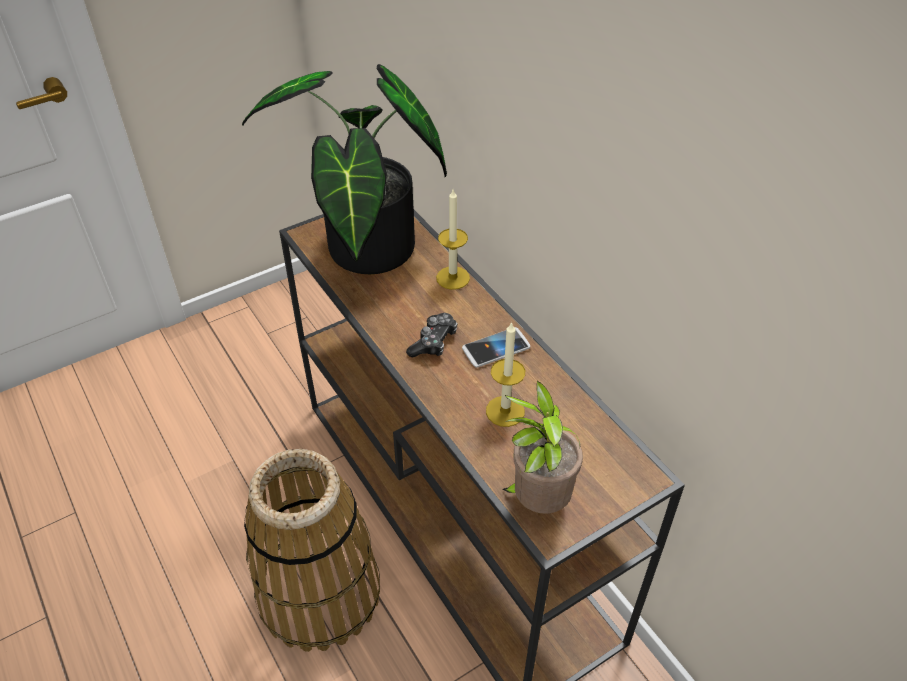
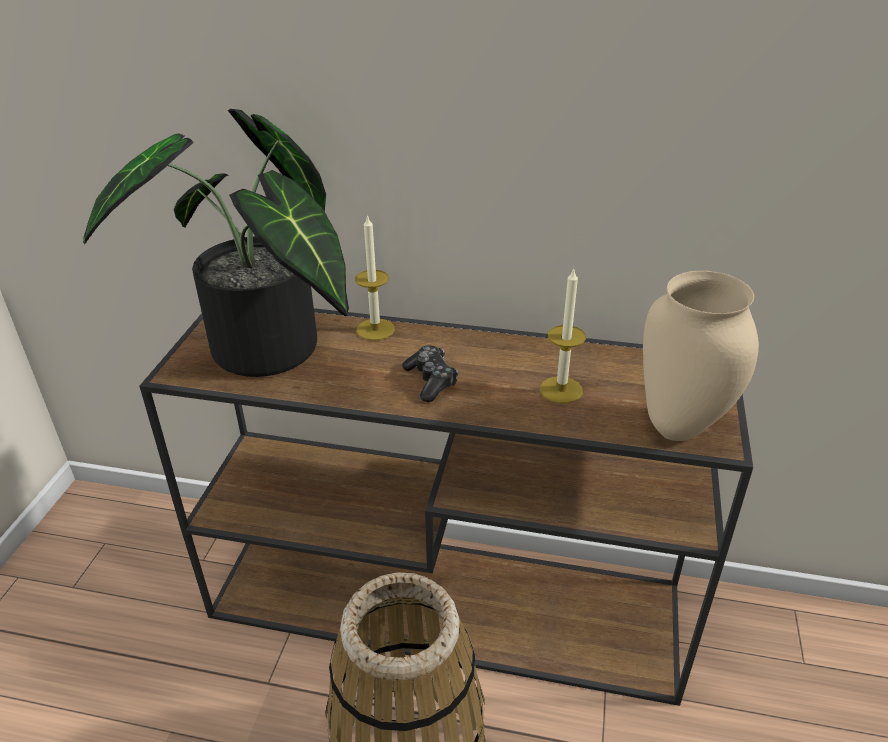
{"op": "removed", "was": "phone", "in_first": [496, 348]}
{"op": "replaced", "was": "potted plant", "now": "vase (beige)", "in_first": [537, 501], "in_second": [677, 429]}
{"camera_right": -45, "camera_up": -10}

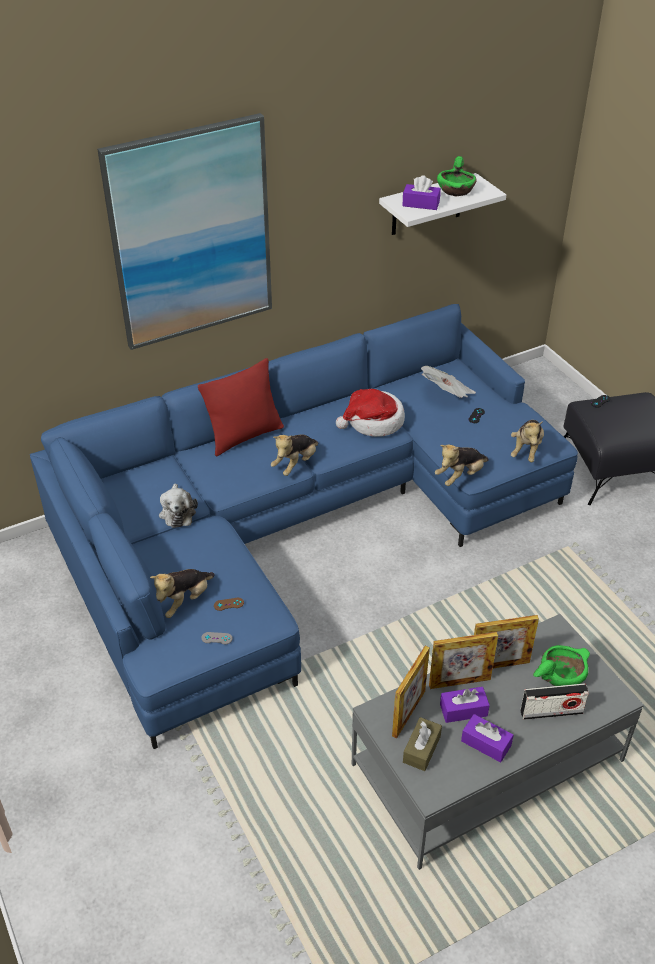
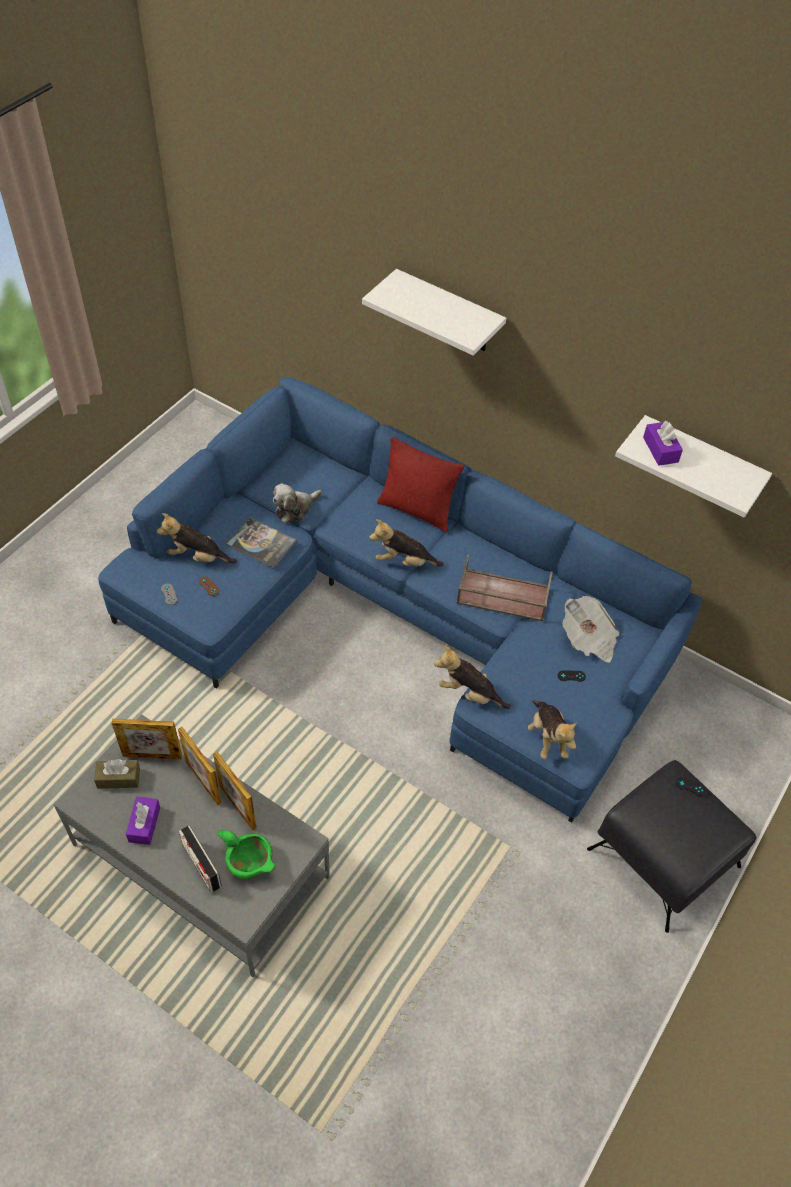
{"op": "removed", "was": "bowl (green)", "in_first": [456, 190]}
{"op": "removed", "was": "tissue box (purple)", "in_first": [463, 710]}
{"op": "added", "now": "book", "in_second": [262, 543]}
{"op": "replaced", "was": "picture", "now": "shelf (white)", "in_first": [191, 234], "in_second": [448, 312]}
{"op": "replaced", "was": "hat", "now": "tray (brown)", "in_first": [373, 422], "in_second": [502, 595]}
{"op": "turned", "was": "plush toy", "in_first": [526, 450], "in_second": [547, 738], "clockwise": -90}
{"camera_right": 60, "camera_up": 10}

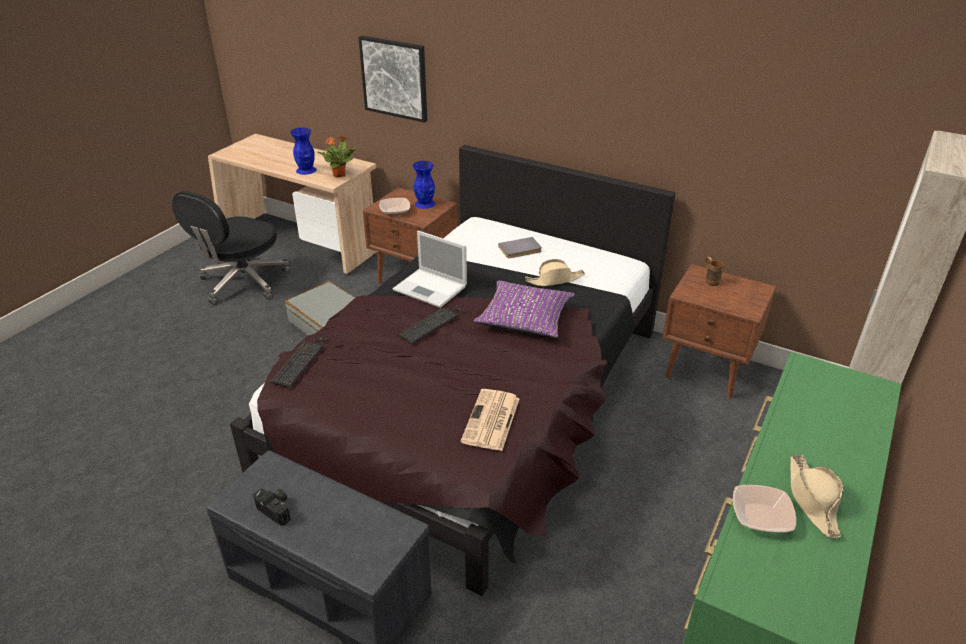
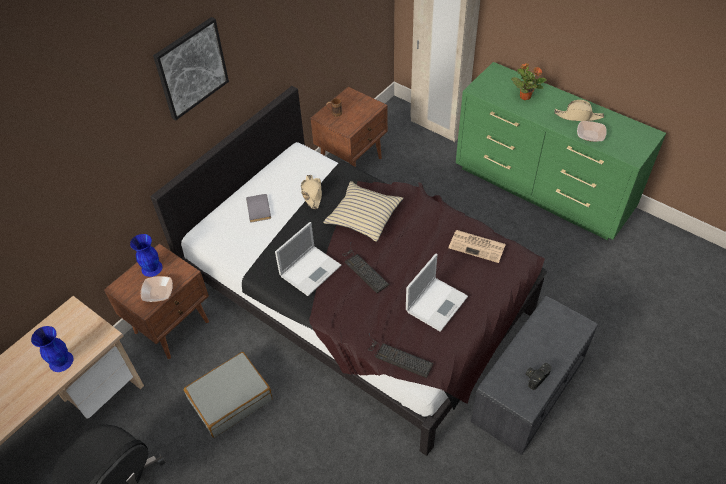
{"op": "added", "now": "laptop", "in_second": [437, 303]}
{"op": "moved", "was": "potted plant", "in_first": [340, 175], "in_second": [525, 96]}
{"op": "moved", "was": "picture", "in_first": [394, 78], "in_second": [191, 68]}
{"op": "recoloured", "was": "pillow (purple)", "now": "pillow (beige)", "in_first": [525, 317], "in_second": [363, 216]}
{"camera_right": -80, "camera_up": 15}

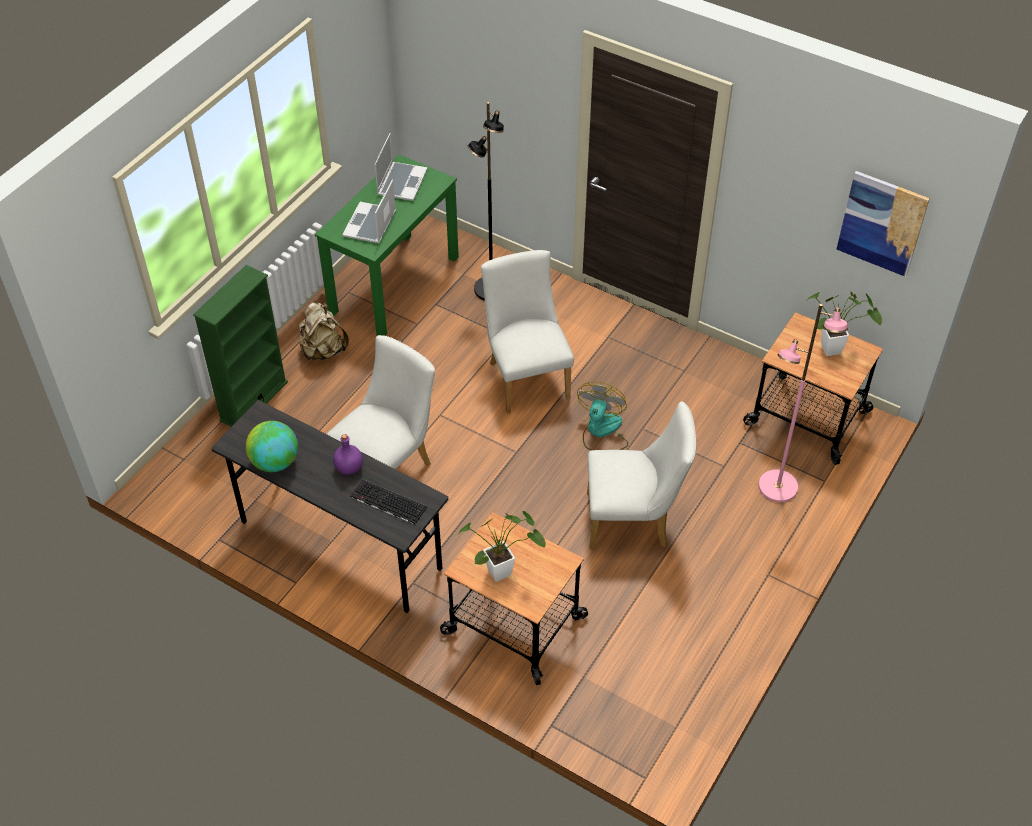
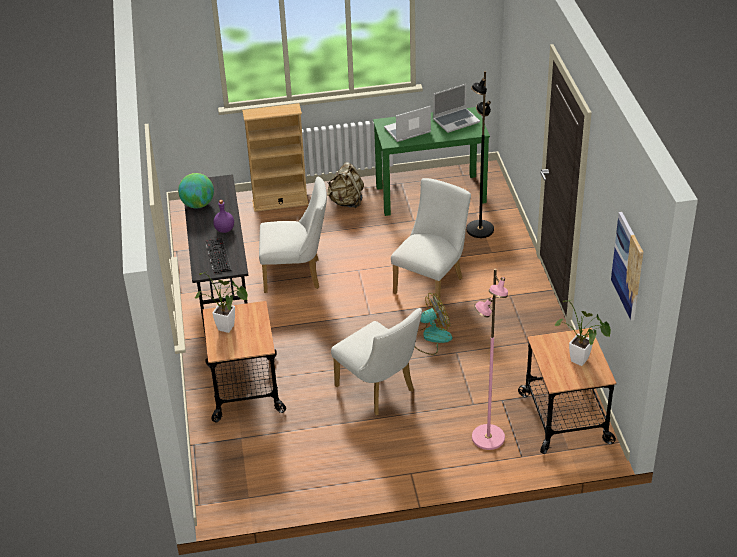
{"op": "recoloured", "was": "bookcase (green)", "now": "bookcase (beige)", "in_first": [253, 401], "in_second": [280, 203]}
{"camera_right": 50, "camera_up": -10}

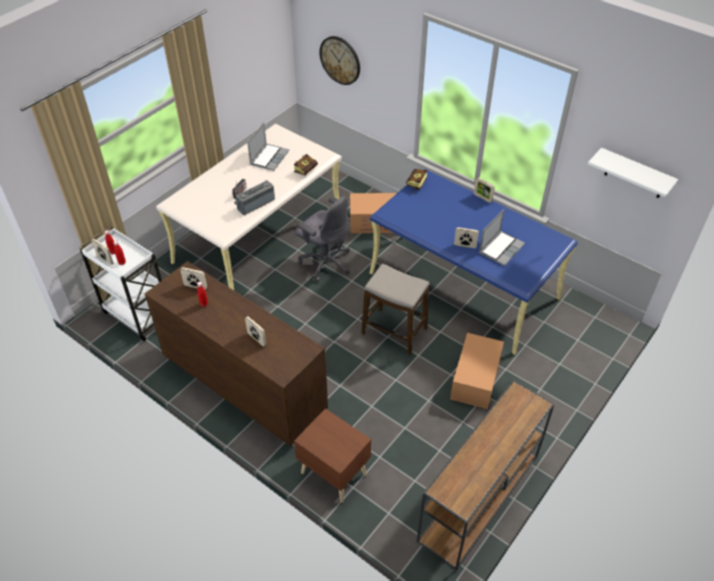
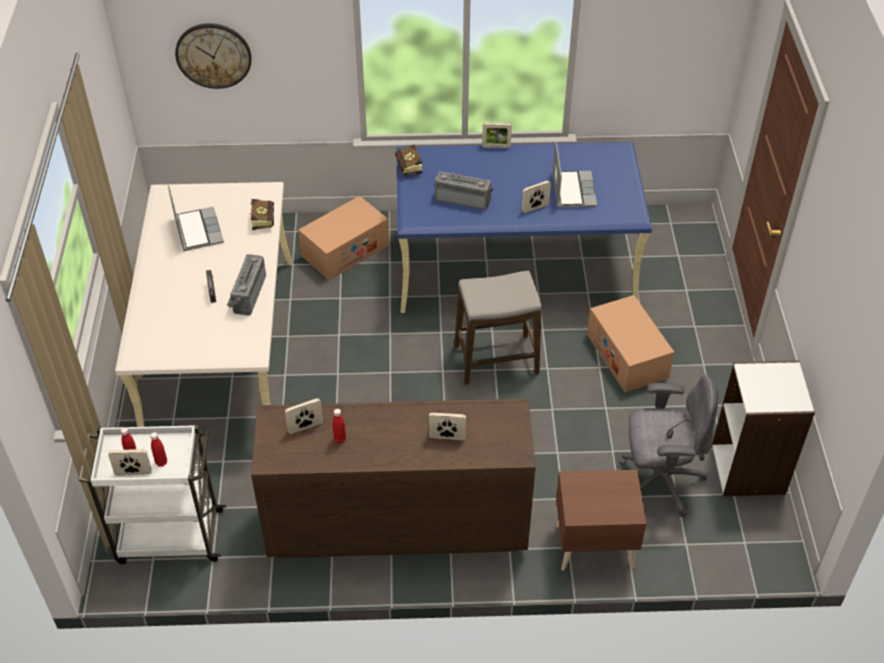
{"op": "removed", "was": "shelf (white)", "in_first": [635, 174]}
{"op": "added", "now": "radio", "in_second": [463, 198]}
{"op": "moved", "was": "office chair (grey)", "in_first": [325, 262], "in_second": [659, 481]}
{"op": "replaced", "was": "console table (brown)", "now": "bookcase (white)", "in_first": [478, 498], "in_second": [749, 469]}
{"camera_right": -40, "camera_up": 0}

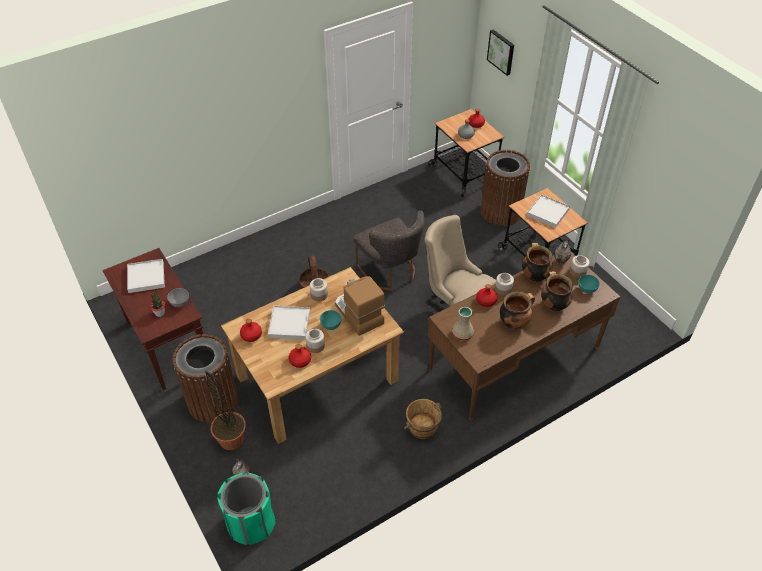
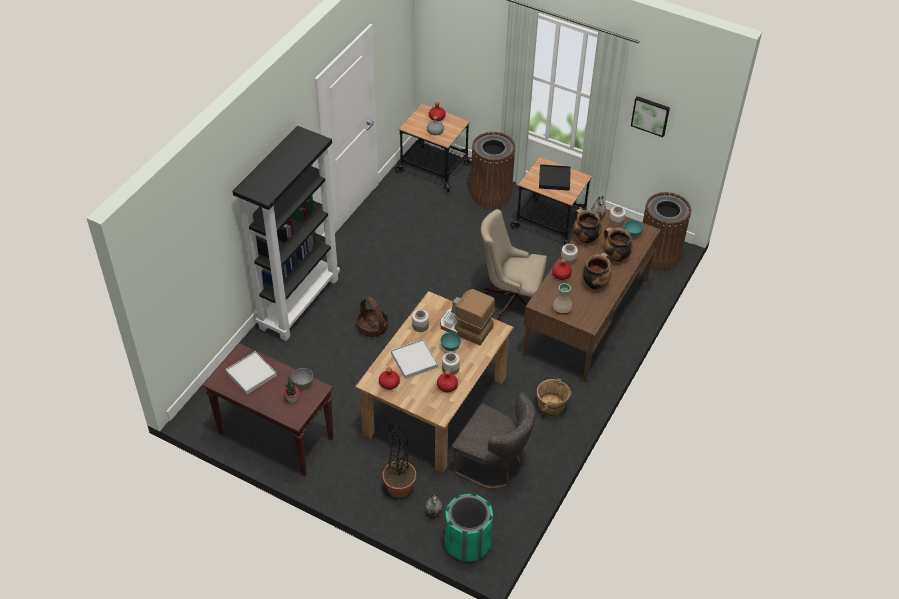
{"op": "added", "now": "bookcase (black)", "in_second": [299, 302]}
{"op": "moved", "was": "trash can (brown)", "in_first": [213, 401], "in_second": [658, 255]}
{"op": "moved", "was": "chair (grey)", "in_first": [390, 272], "in_second": [493, 465]}
{"op": "moved", "was": "picture", "in_first": [501, 52], "in_second": [650, 115]}
{"op": "recoloured", "was": "tray (white)", "now": "tray (black)", "in_first": [548, 212], "in_second": [554, 179]}
{"camera_right": -30, "camera_up": 0}

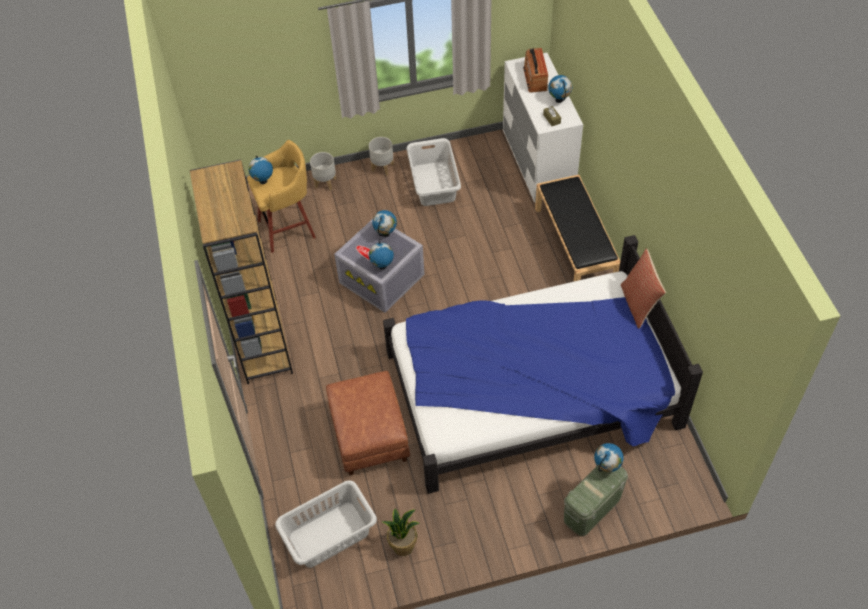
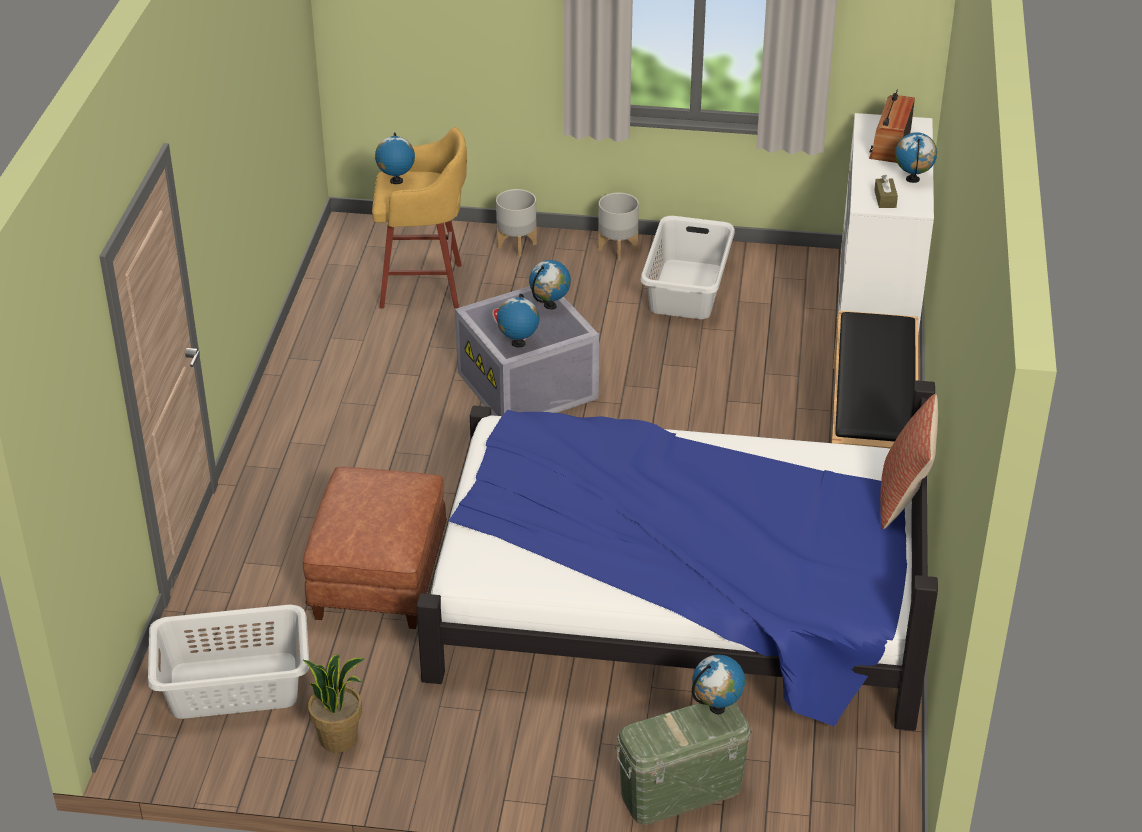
{"op": "removed", "was": "bookcase (brown)", "in_first": [262, 342]}
{"camera_right": 20, "camera_up": -15}

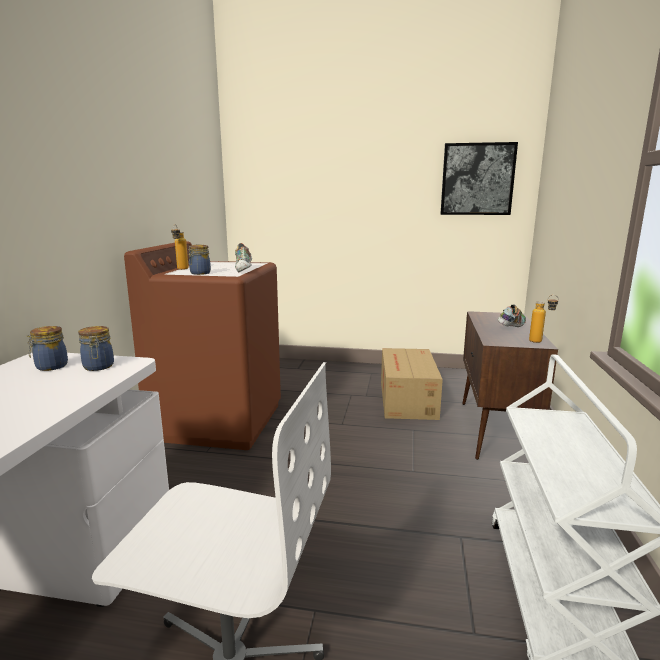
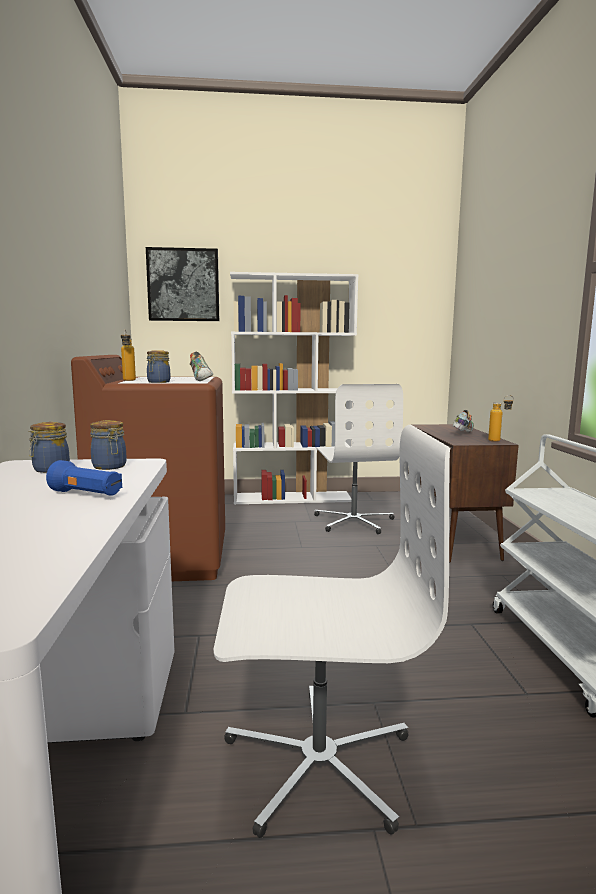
{"op": "added", "now": "flashlight (blue)", "in_second": [86, 494]}
{"op": "added", "now": "bookcase (white)", "in_second": [293, 498]}
{"op": "moved", "was": "picture", "in_first": [477, 179], "in_second": [183, 285]}
{"op": "replaced", "was": "cardboard box", "now": "office chair (white)", "in_first": [407, 400], "in_second": [354, 521]}
{"camera_right": -15, "camera_up": -5}

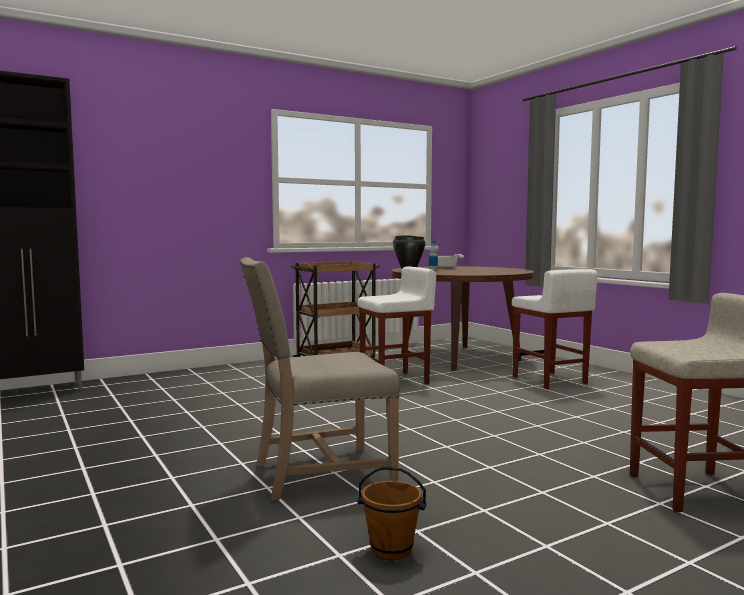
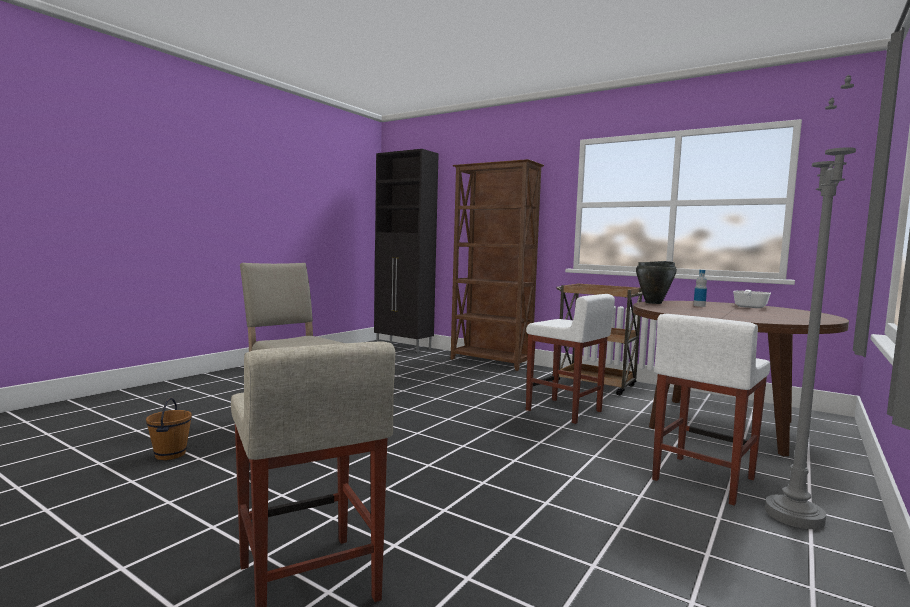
{"op": "added", "now": "bookcase (brown)", "in_second": [490, 362]}
{"op": "added", "now": "floor lamp (grey)", "in_second": [794, 515]}
{"camera_right": 65, "camera_up": 0}

